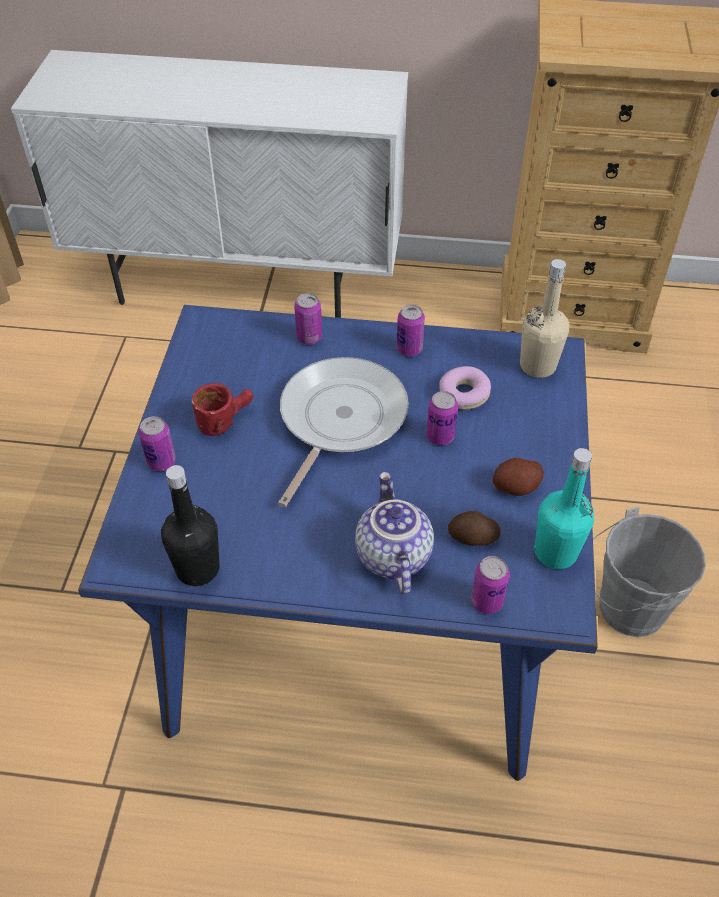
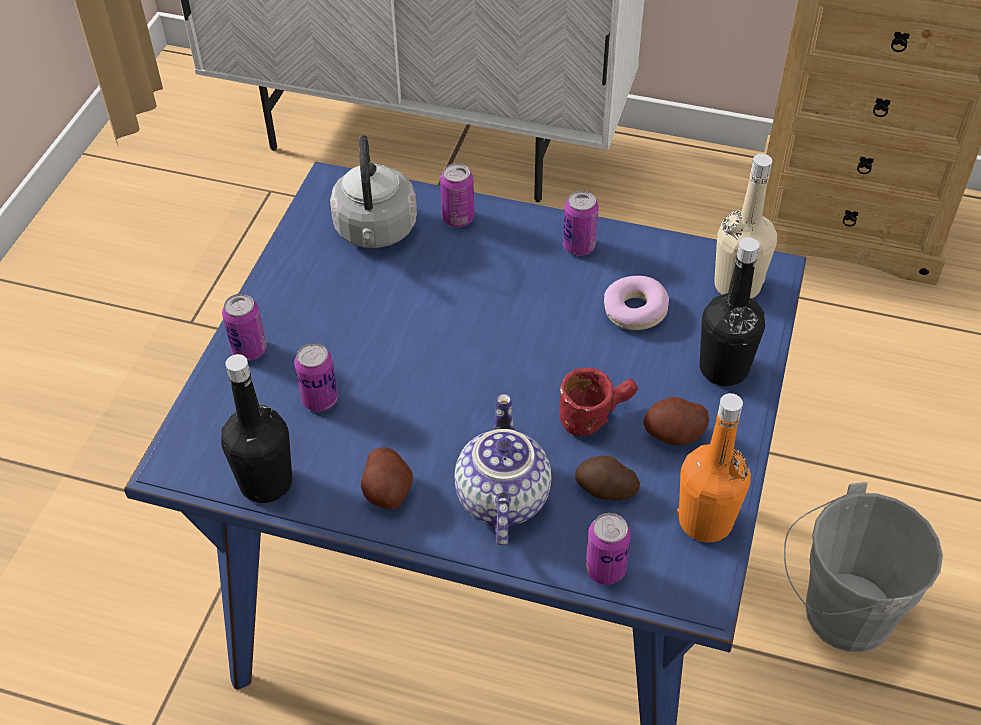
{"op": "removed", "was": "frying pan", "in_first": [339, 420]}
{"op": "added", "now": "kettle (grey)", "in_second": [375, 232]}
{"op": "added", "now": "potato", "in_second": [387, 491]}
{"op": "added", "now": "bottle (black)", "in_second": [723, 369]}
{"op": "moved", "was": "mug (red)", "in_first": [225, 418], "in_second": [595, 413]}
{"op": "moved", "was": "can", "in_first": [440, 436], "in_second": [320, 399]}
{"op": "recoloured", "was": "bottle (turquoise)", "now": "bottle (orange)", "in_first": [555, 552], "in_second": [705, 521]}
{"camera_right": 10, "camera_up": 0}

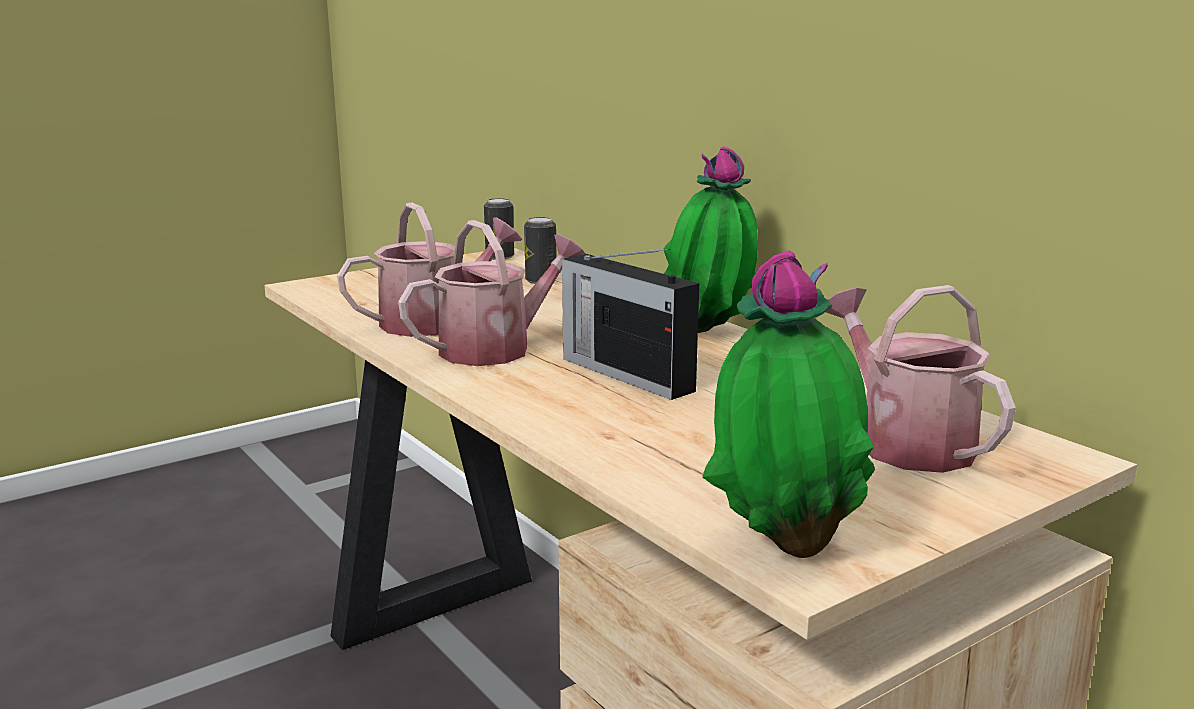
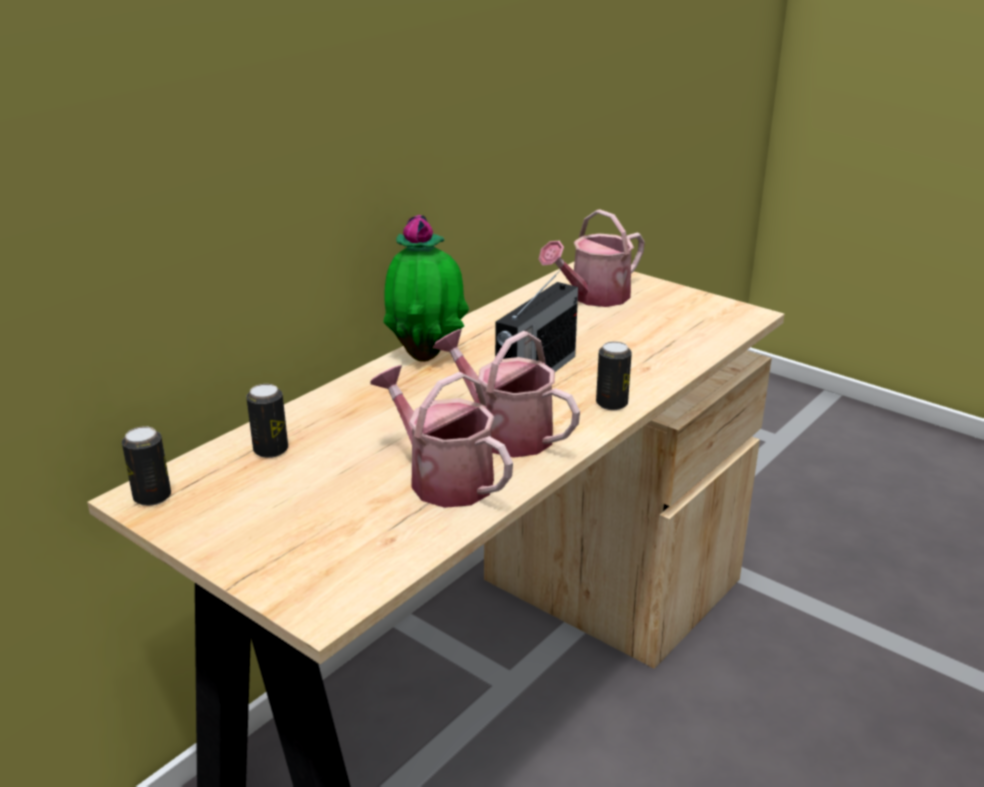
{"op": "removed", "was": "potted plant", "in_first": [784, 546]}
{"op": "added", "now": "can", "in_second": [611, 403]}
{"camera_right": -105, "camera_up": 10}

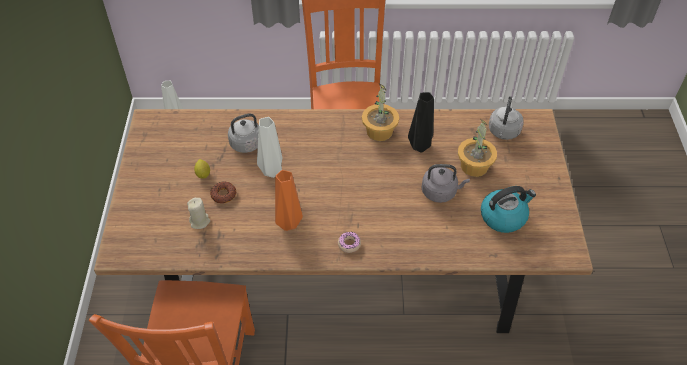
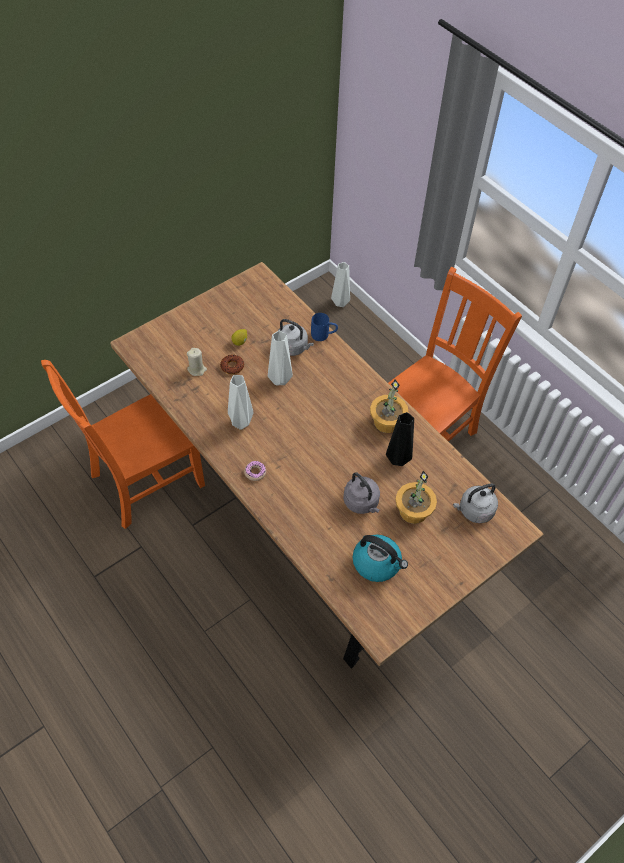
{"op": "added", "now": "mug (blue)", "in_second": [324, 335]}
{"op": "recoloured", "was": "vase (orange)", "now": "vase (white)", "in_first": [289, 223], "in_second": [242, 422]}
{"camera_right": 50, "camera_up": 5}

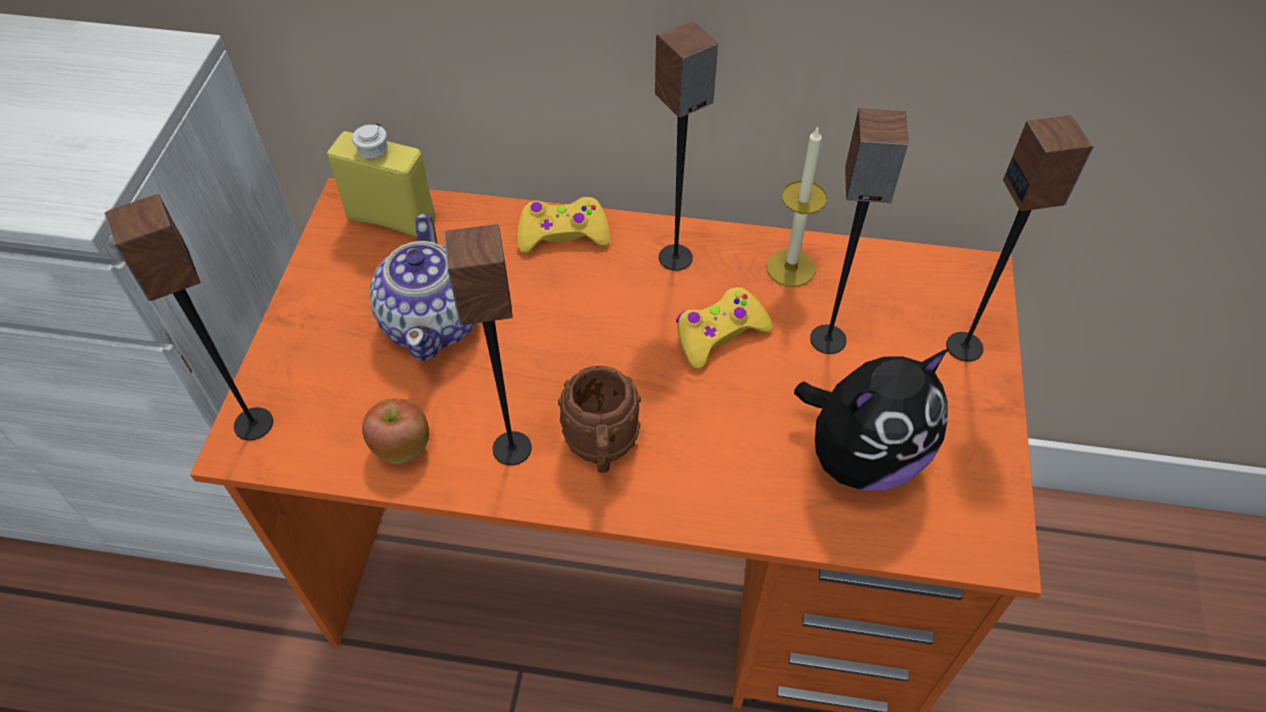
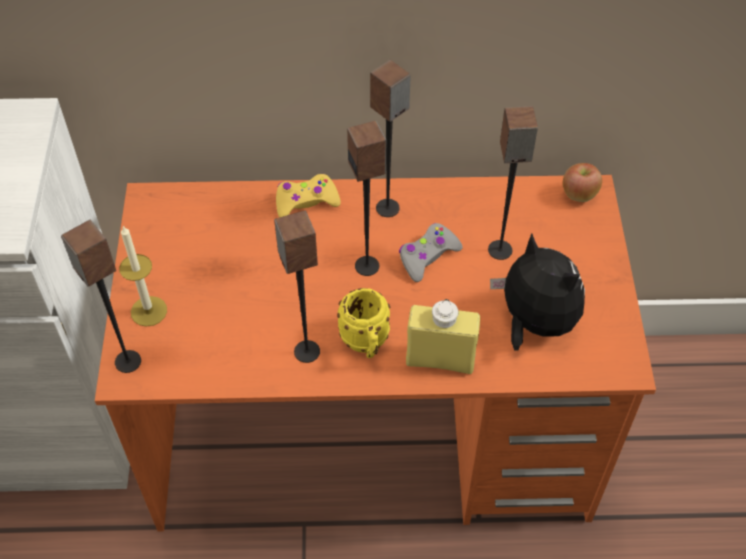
{"op": "removed", "was": "teapot", "in_first": [434, 321]}
{"op": "moved", "was": "bottle (yellow)", "in_first": [391, 218], "in_second": [440, 359]}
{"op": "moved", "was": "apple", "in_first": [402, 447], "in_second": [579, 195]}
{"op": "moved", "was": "candle", "in_first": [790, 268], "in_second": [149, 311]}
{"op": "moved", "was": "speaker", "in_first": [965, 347], "in_second": [367, 266]}
{"op": "recoloured", "was": "mug (brown)", "now": "mug (yellow)", "in_first": [602, 450], "in_second": [366, 343]}
{"op": "recoloured", "was": "game controller (yellow)", "now": "game controller (grey)", "in_first": [719, 334], "in_second": [427, 256]}
{"op": "turned", "was": "plush toy", "in_first": [861, 456], "in_second": [534, 323], "clockwise": -90}
{"camera_right": -10, "camera_up": 0}

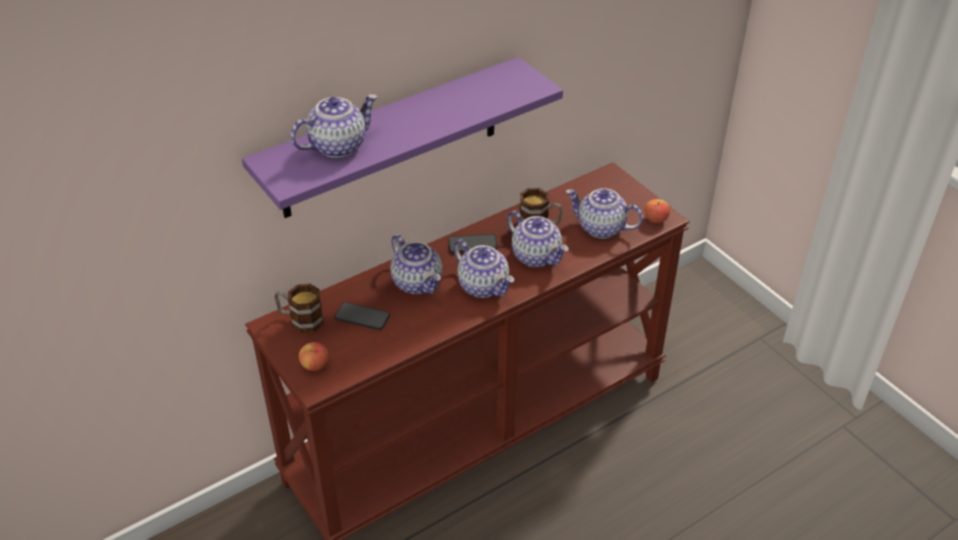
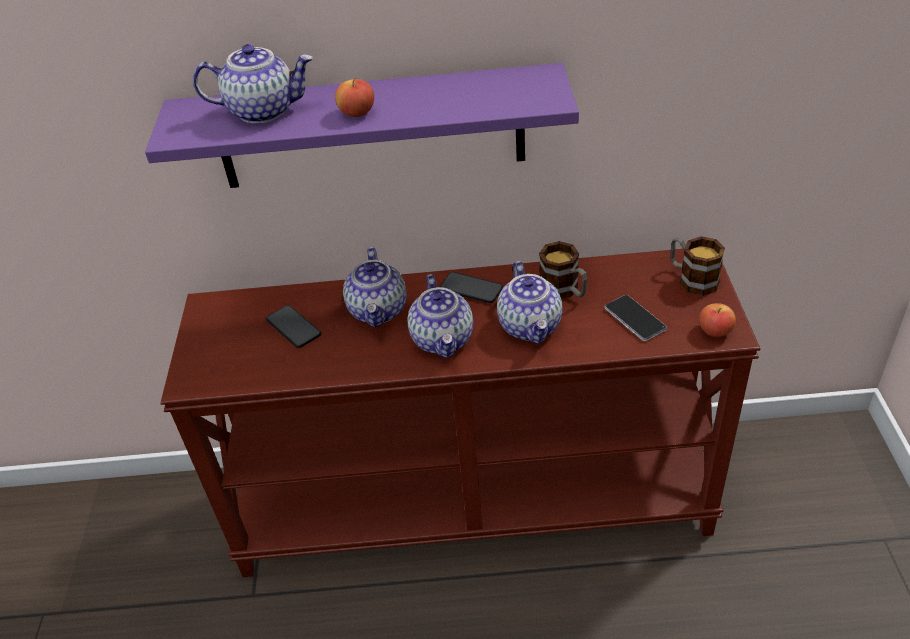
{"op": "moved", "was": "mug", "in_first": [300, 320], "in_second": [692, 278]}
{"op": "moved", "was": "apple", "in_first": [315, 365], "in_second": [357, 113]}
{"op": "replaced", "was": "teapot", "now": "phone", "in_first": [600, 228], "in_second": [635, 319]}
{"camera_right": 35, "camera_up": 0}

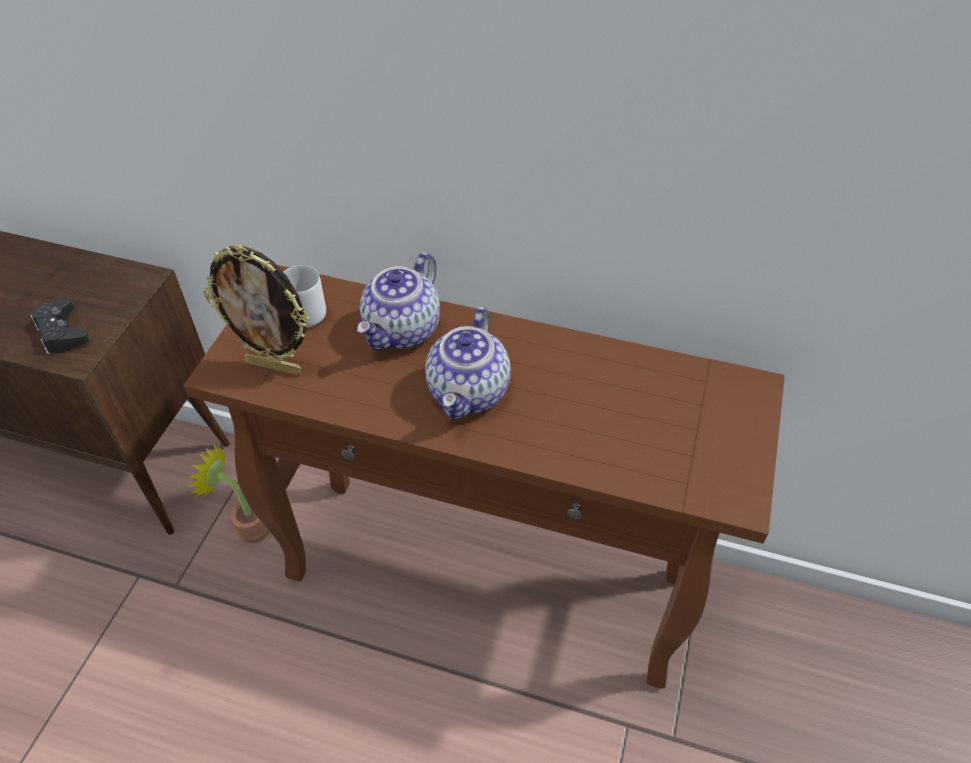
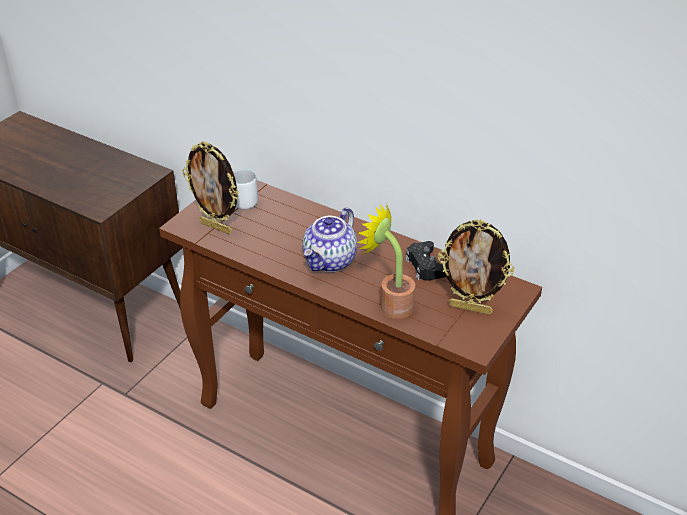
{"op": "removed", "was": "teapot", "in_first": [403, 331]}
{"op": "added", "now": "picture frame", "in_second": [470, 308]}
{"op": "moved", "was": "game controller (black)", "in_first": [62, 332], "in_second": [425, 266]}
{"op": "moved", "was": "potted plant", "in_first": [247, 526], "in_second": [391, 304]}
{"camera_right": 15, "camera_up": -10}

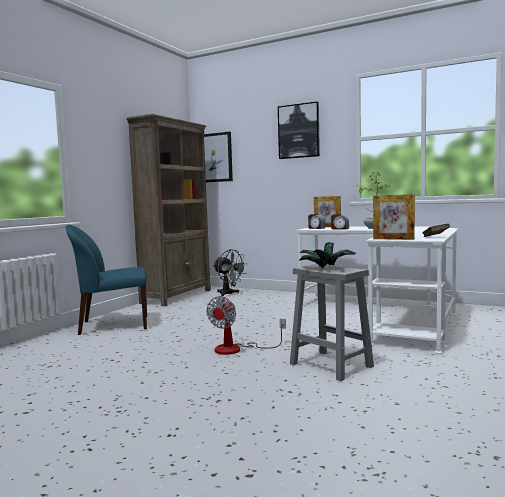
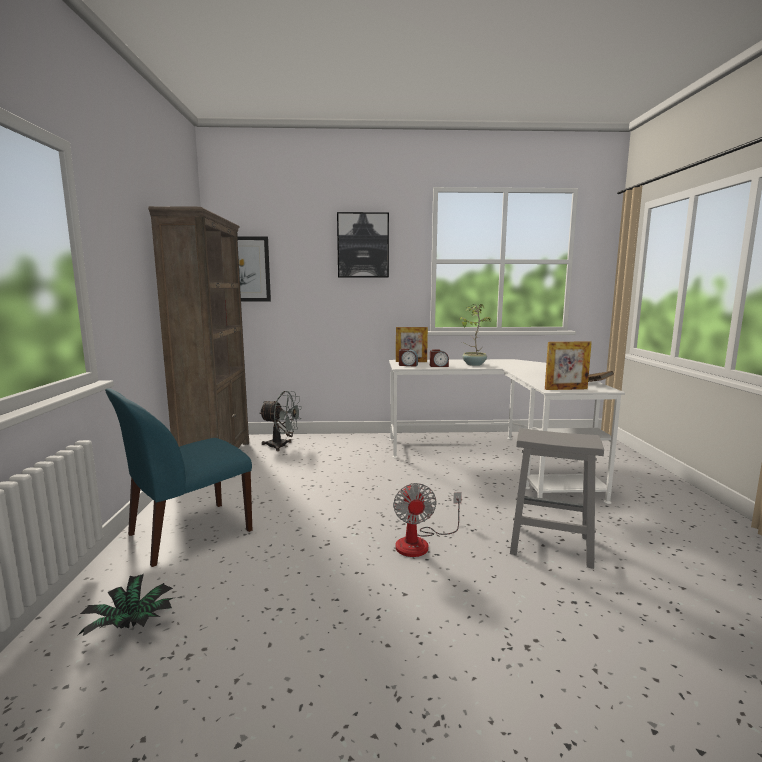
{"op": "moved", "was": "potted plant", "in_first": [327, 268], "in_second": [131, 626]}
{"camera_right": -30, "camera_up": 5}

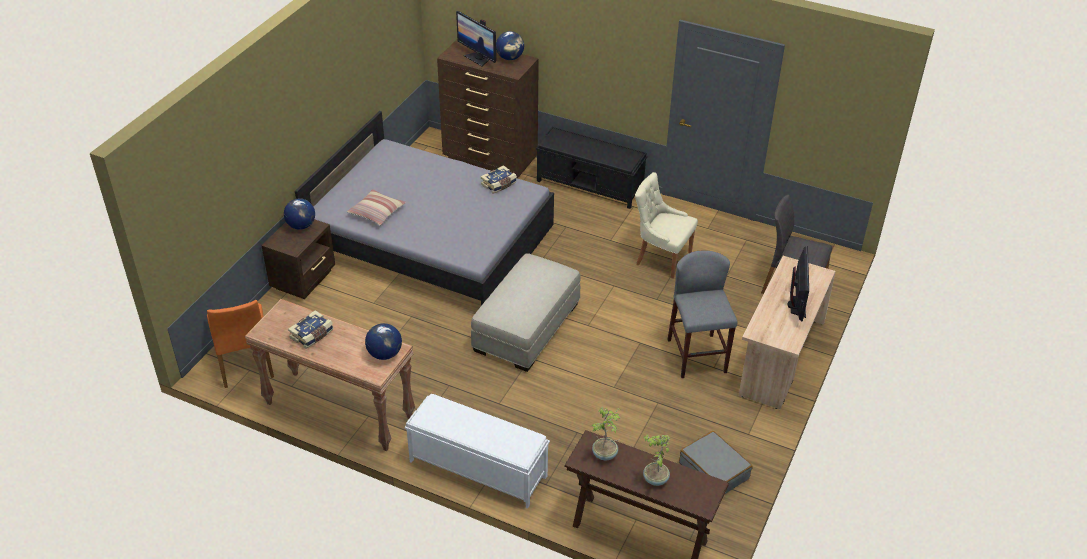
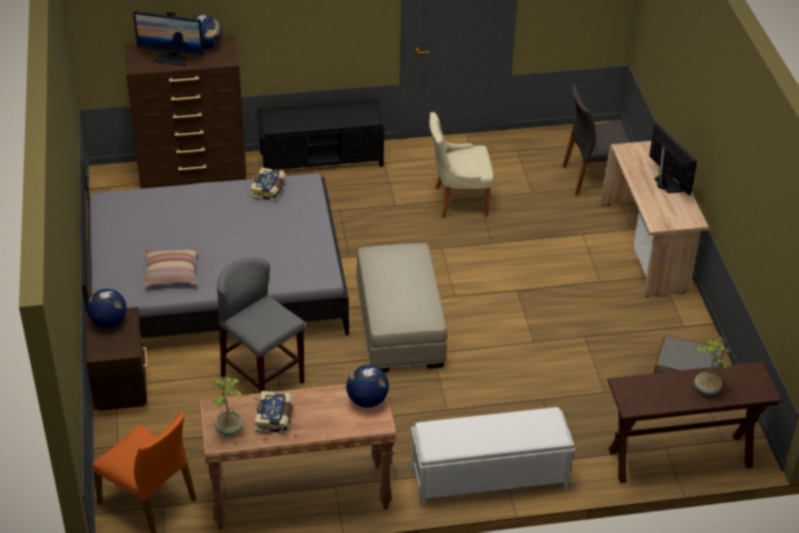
{"op": "moved", "was": "potted plant", "in_first": [605, 454], "in_second": [230, 429]}
{"op": "moved", "was": "stool (grey)", "in_first": [696, 356], "in_second": [262, 379]}
{"camera_right": -35, "camera_up": 0}

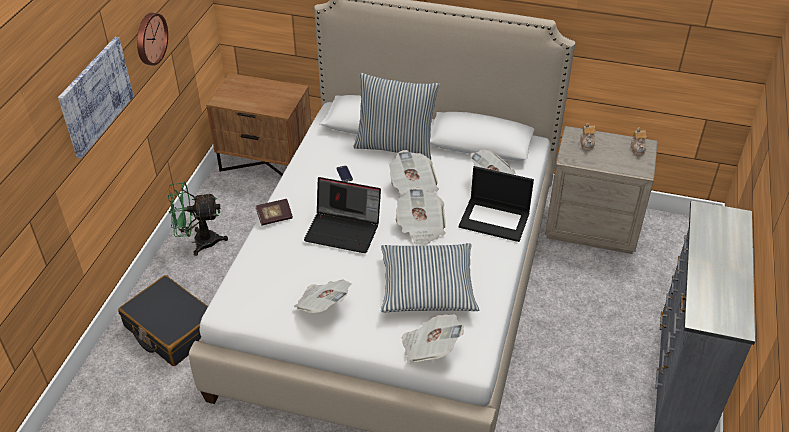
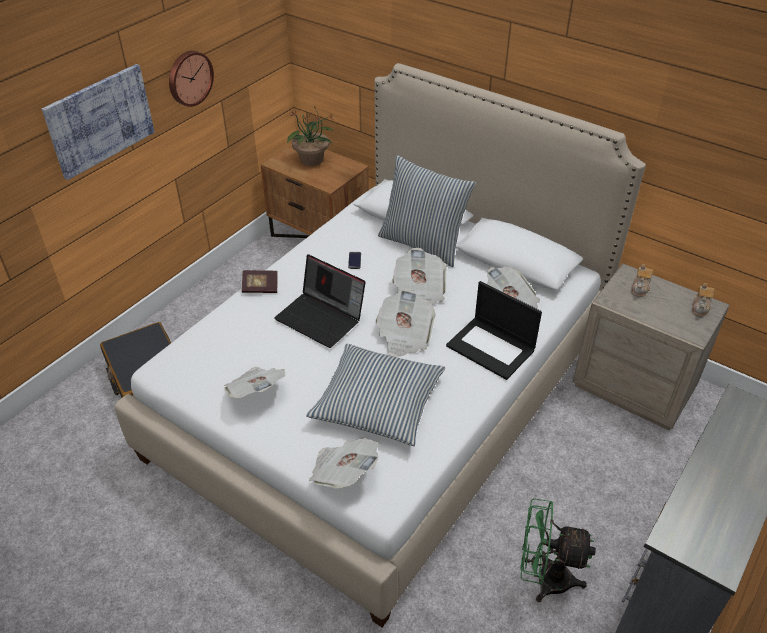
{"op": "added", "now": "potted plant", "in_second": [312, 160]}
{"op": "moved", "was": "fan (green)", "in_first": [199, 242], "in_second": [544, 578]}
{"camera_right": 20, "camera_up": 0}

